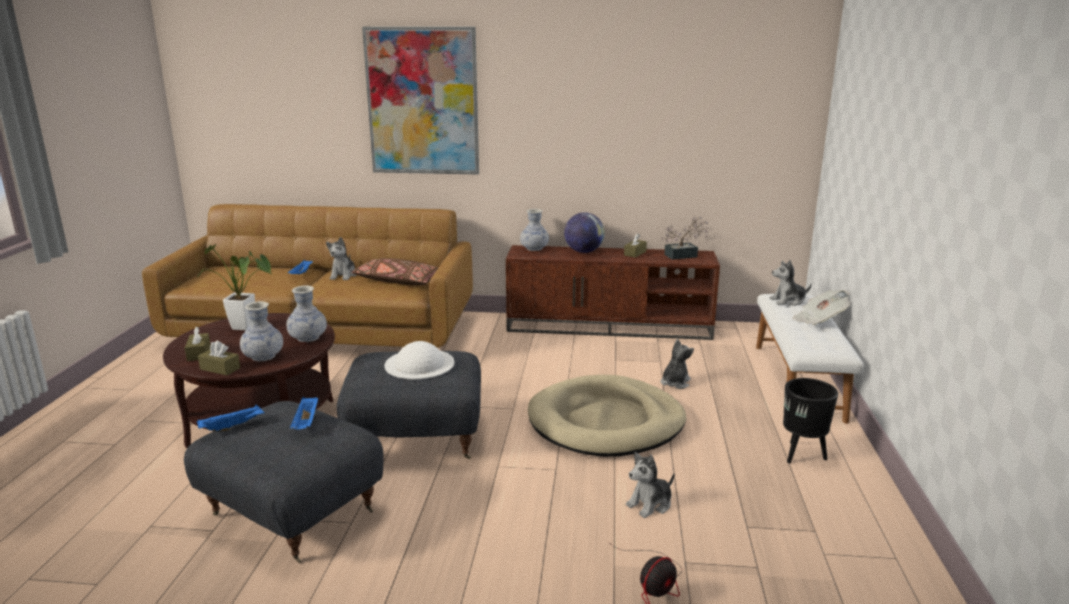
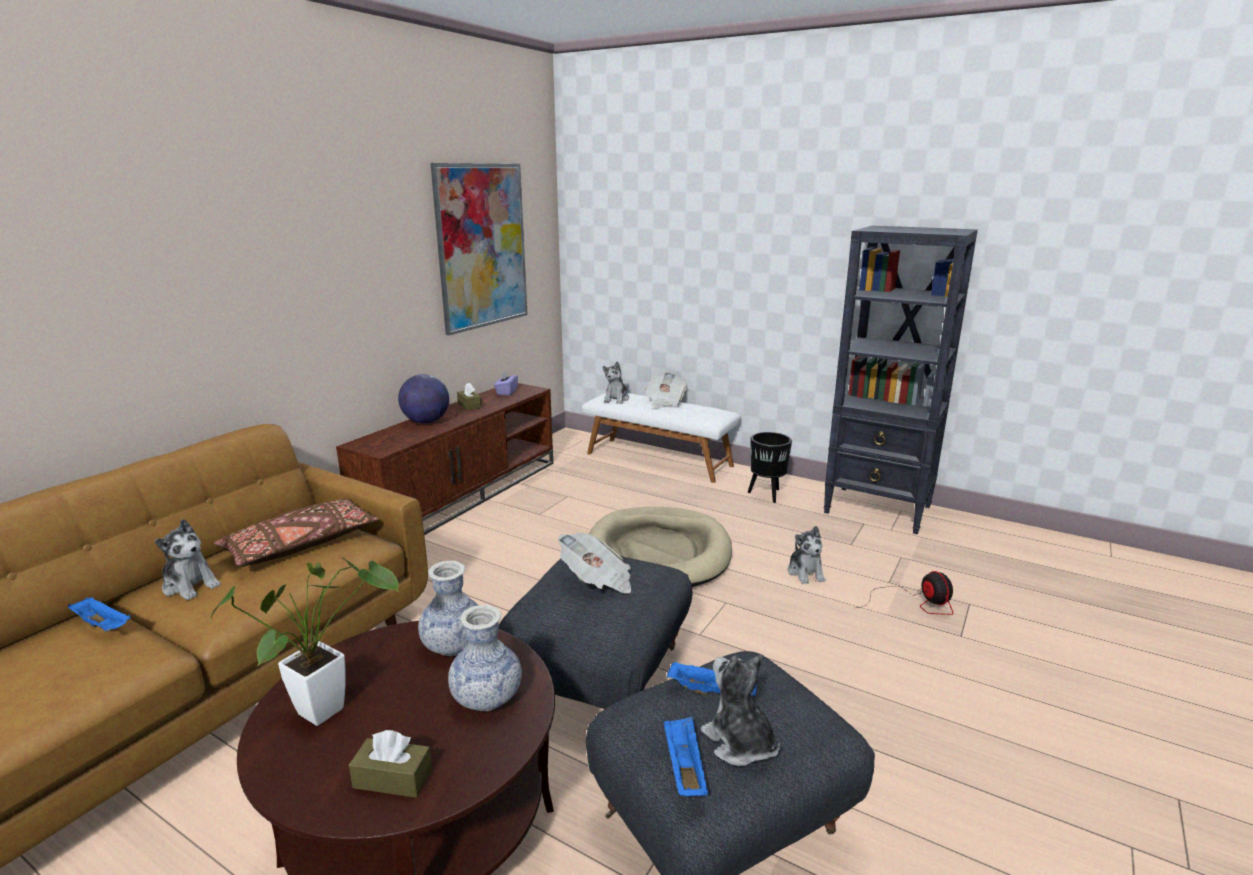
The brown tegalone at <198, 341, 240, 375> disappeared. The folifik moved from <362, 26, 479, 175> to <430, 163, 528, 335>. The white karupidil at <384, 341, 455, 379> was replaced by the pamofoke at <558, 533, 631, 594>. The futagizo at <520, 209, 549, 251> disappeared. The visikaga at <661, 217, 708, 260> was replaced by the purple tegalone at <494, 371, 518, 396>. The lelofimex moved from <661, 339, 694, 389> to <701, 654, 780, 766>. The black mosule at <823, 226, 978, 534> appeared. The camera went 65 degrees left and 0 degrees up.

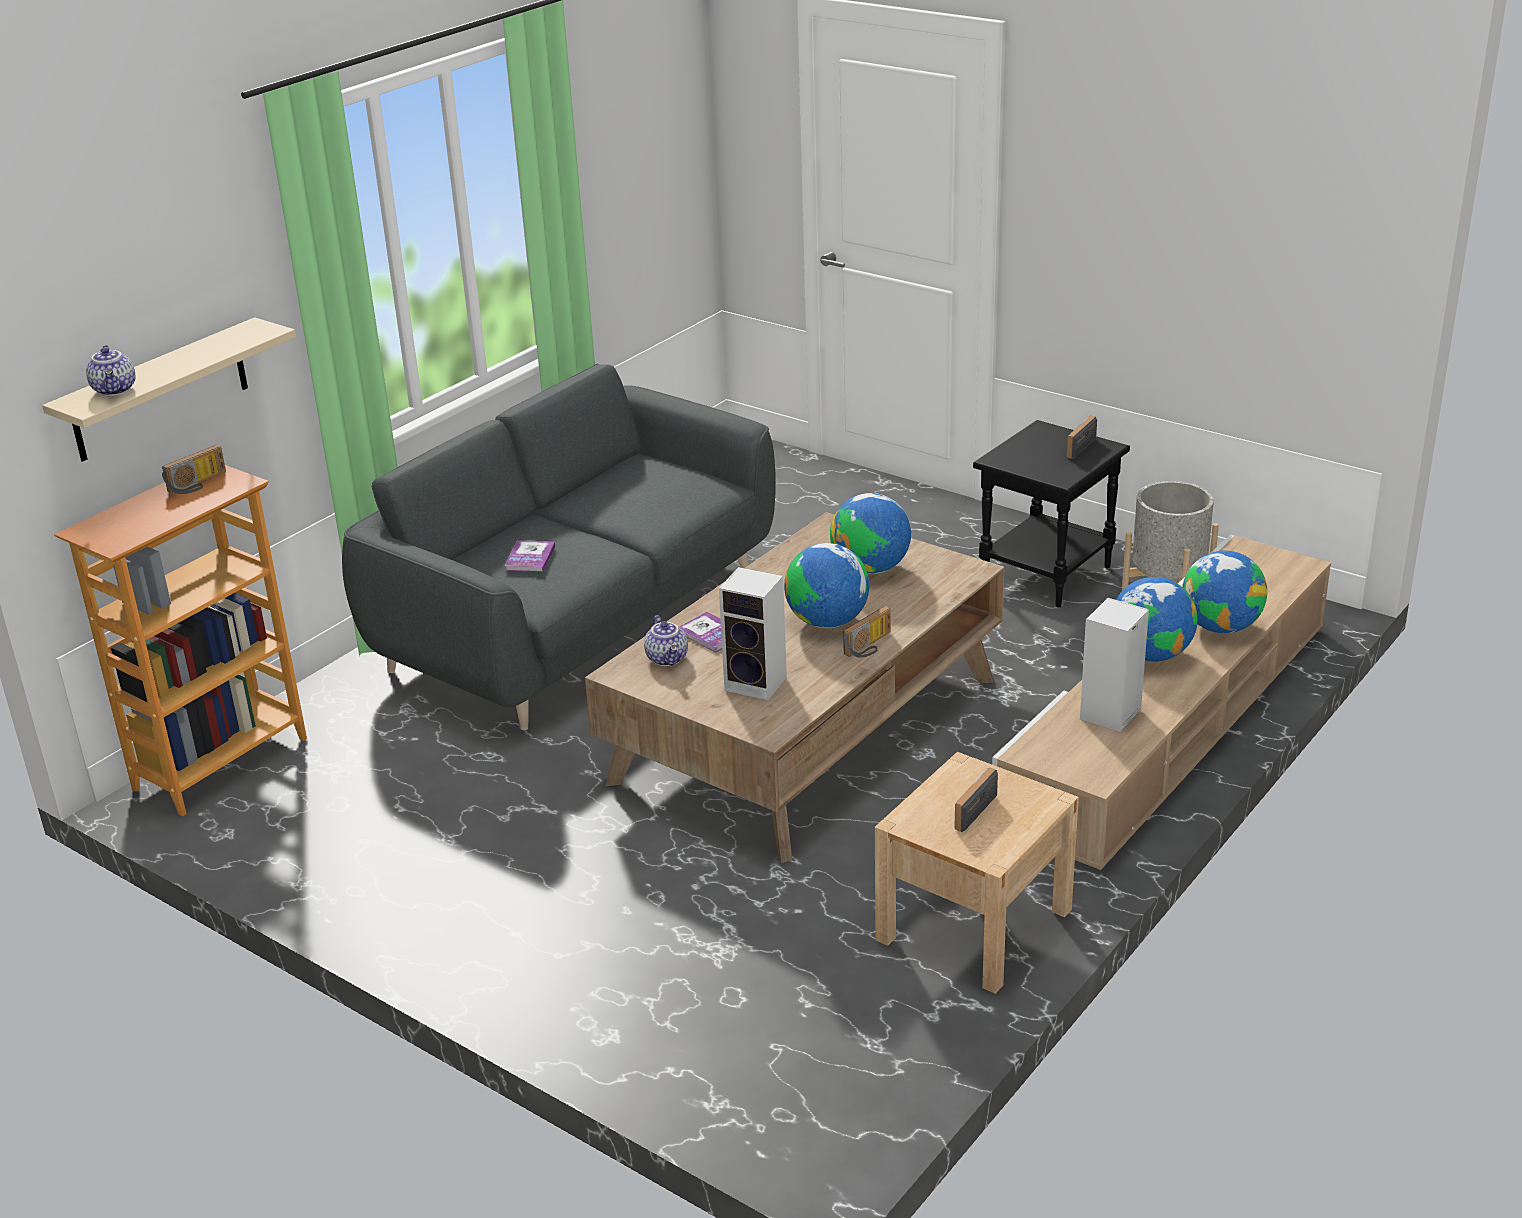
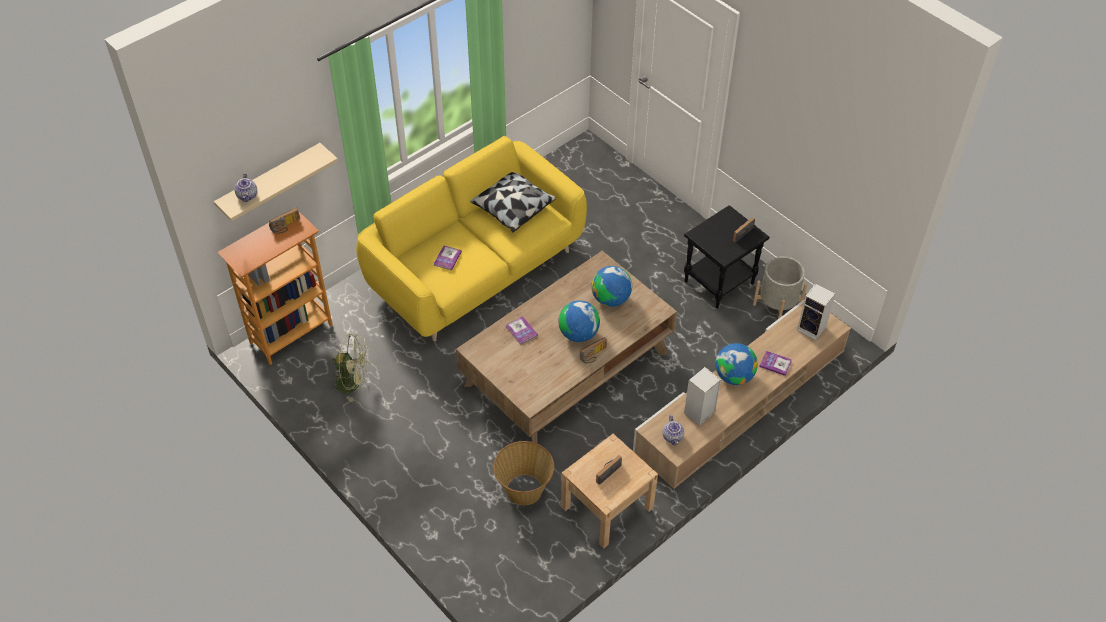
The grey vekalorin at <342, 364, 776, 730> became the yellow vekalorin at <356, 136, 587, 341>. The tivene moved from <644, 615, 688, 666> to <662, 415, 684, 445>. The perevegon moved from <719, 567, 787, 700> to <797, 283, 835, 340>. The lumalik at <1182, 551, 1267, 633> was replaced by the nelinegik at <759, 351, 792, 376>. The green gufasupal at <330, 334, 371, 402> appeared. The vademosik at <470, 172, 556, 232> appeared. The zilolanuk at <494, 441, 554, 505> appeared. The camera went 10 degrees right and 20 degrees up.

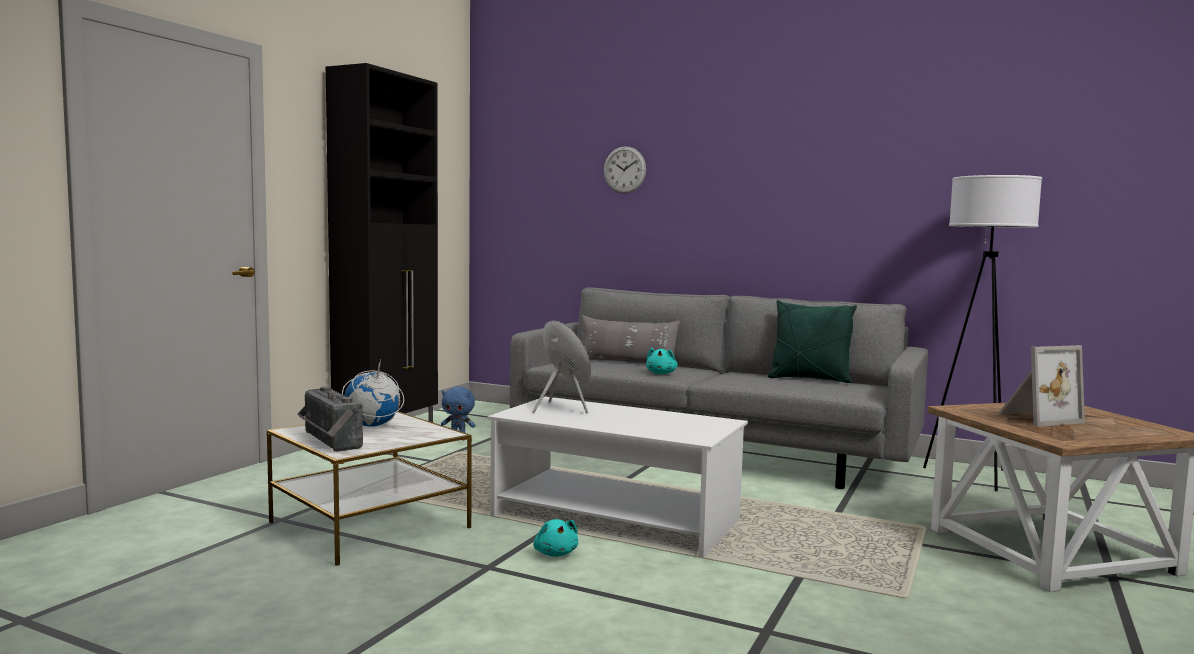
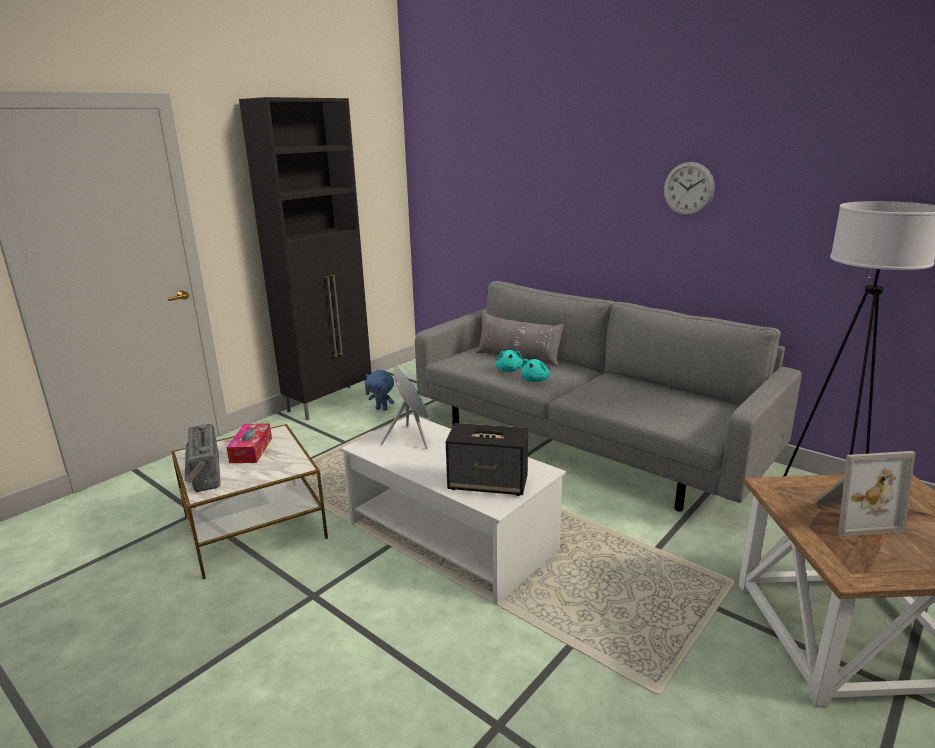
The lumalik at <342, 360, 404, 427> was replaced by the tegalone at <226, 423, 272, 463>. The turquoise lelofimex moved from <533, 519, 578, 557> to <496, 350, 523, 372>. The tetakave moved from <603, 146, 646, 194> to <664, 162, 715, 216>. The green vademosik at <768, 300, 857, 383> disappeared. The perevegon at <446, 423, 528, 496> appeared. The camera went 15 degrees right and 15 degrees up.

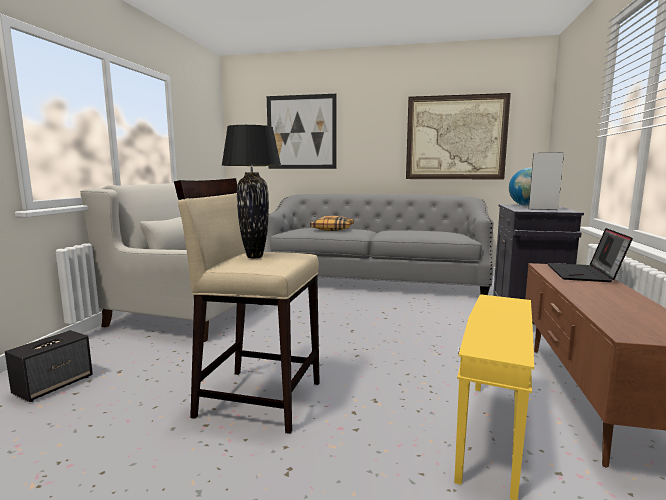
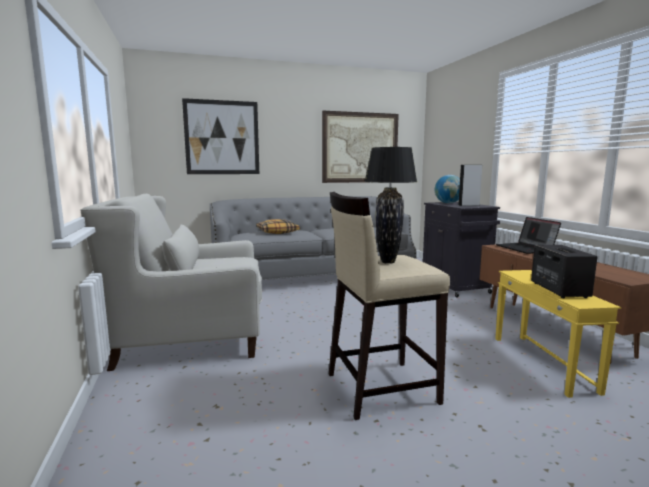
The perevegon moved from <5, 330, 93, 402> to <531, 245, 597, 298>. The camera went 30 degrees left and 0 degrees up.

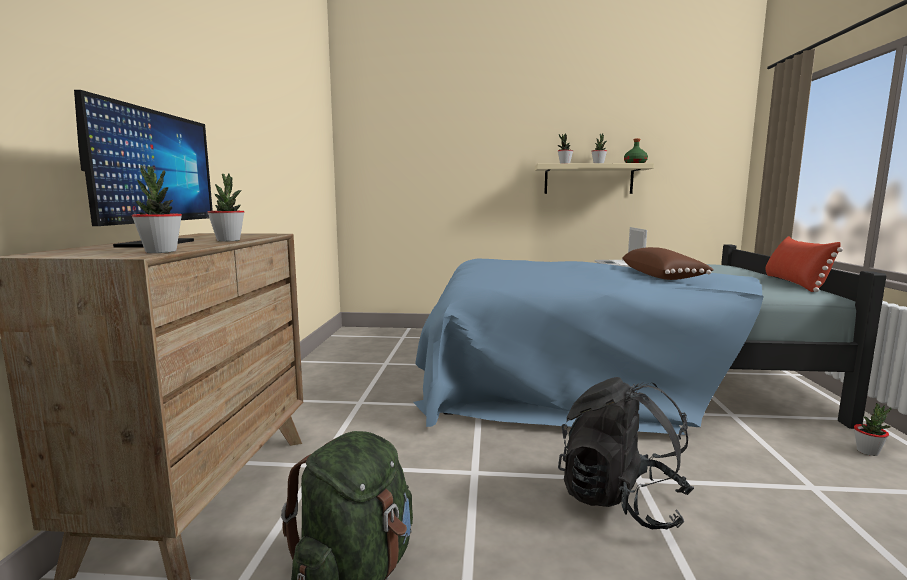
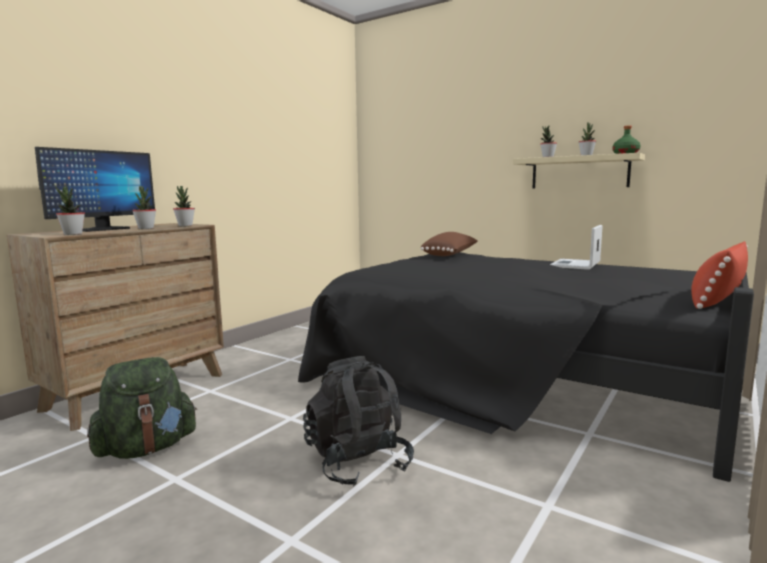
The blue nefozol at <413, 244, 887, 435> became the black nefozol at <298, 252, 754, 482>. The brown vademosik moved from <622, 247, 714, 280> to <421, 232, 478, 256>. The visikaga moved from <854, 403, 891, 456> to <173, 186, 195, 226>. The camera went 30 degrees right and 0 degrees up.

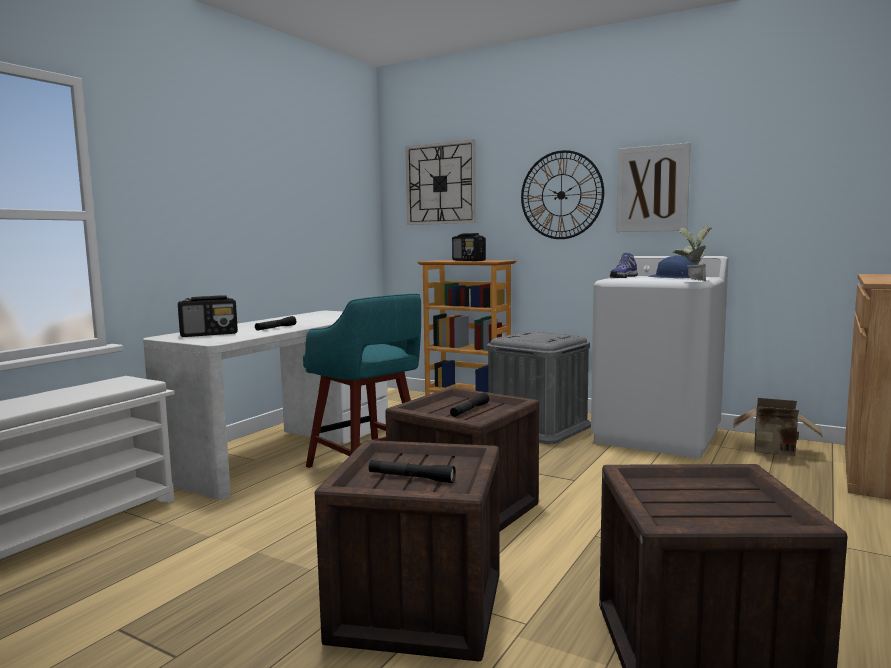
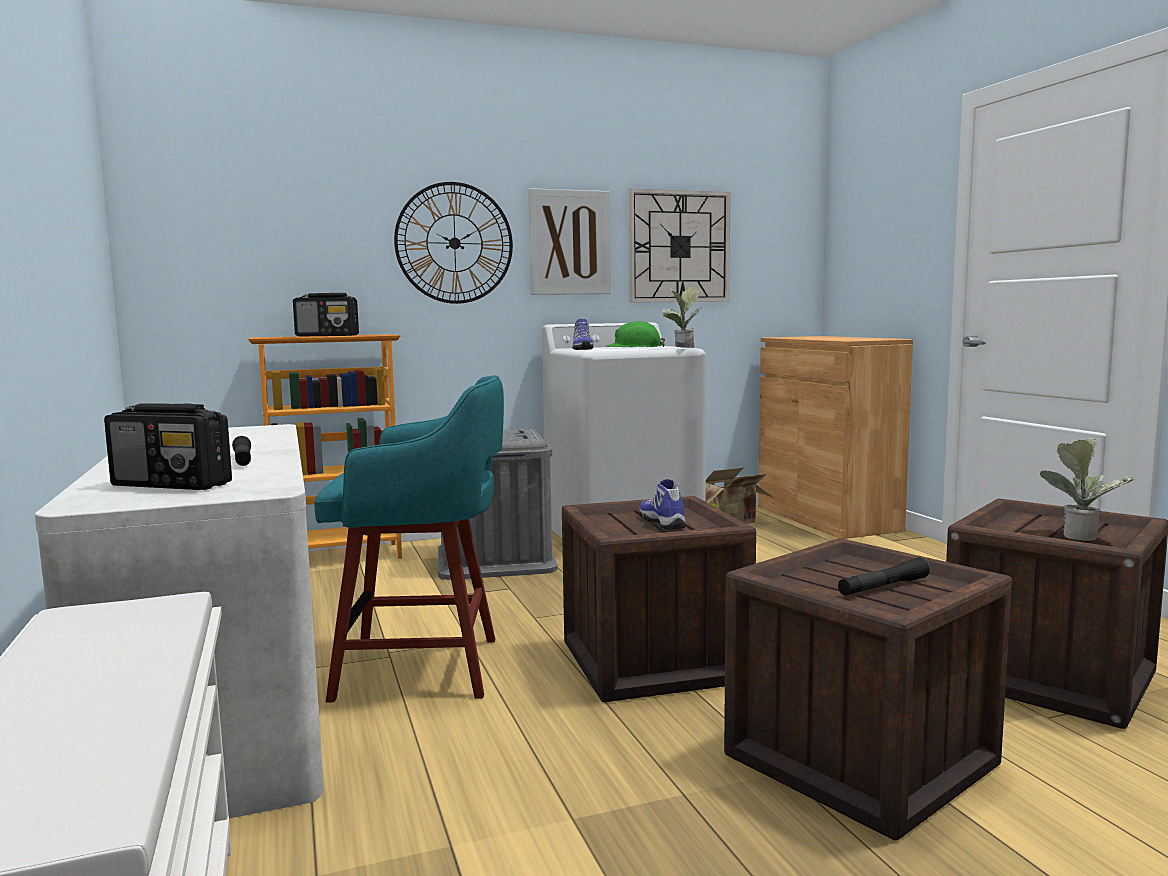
The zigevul at <178, 295, 238, 337> turned 90 degrees clockwise. The tetakave moved from <405, 139, 476, 225> to <629, 189, 730, 303>. The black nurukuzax at <450, 392, 489, 417> was replaced by the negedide at <640, 479, 685, 530>. The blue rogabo at <648, 256, 695, 279> became the green rogabo at <606, 321, 665, 347>. The visikaga at <1040, 438, 1135, 541> appeared. The camera went 50 degrees left and 0 degrees up.

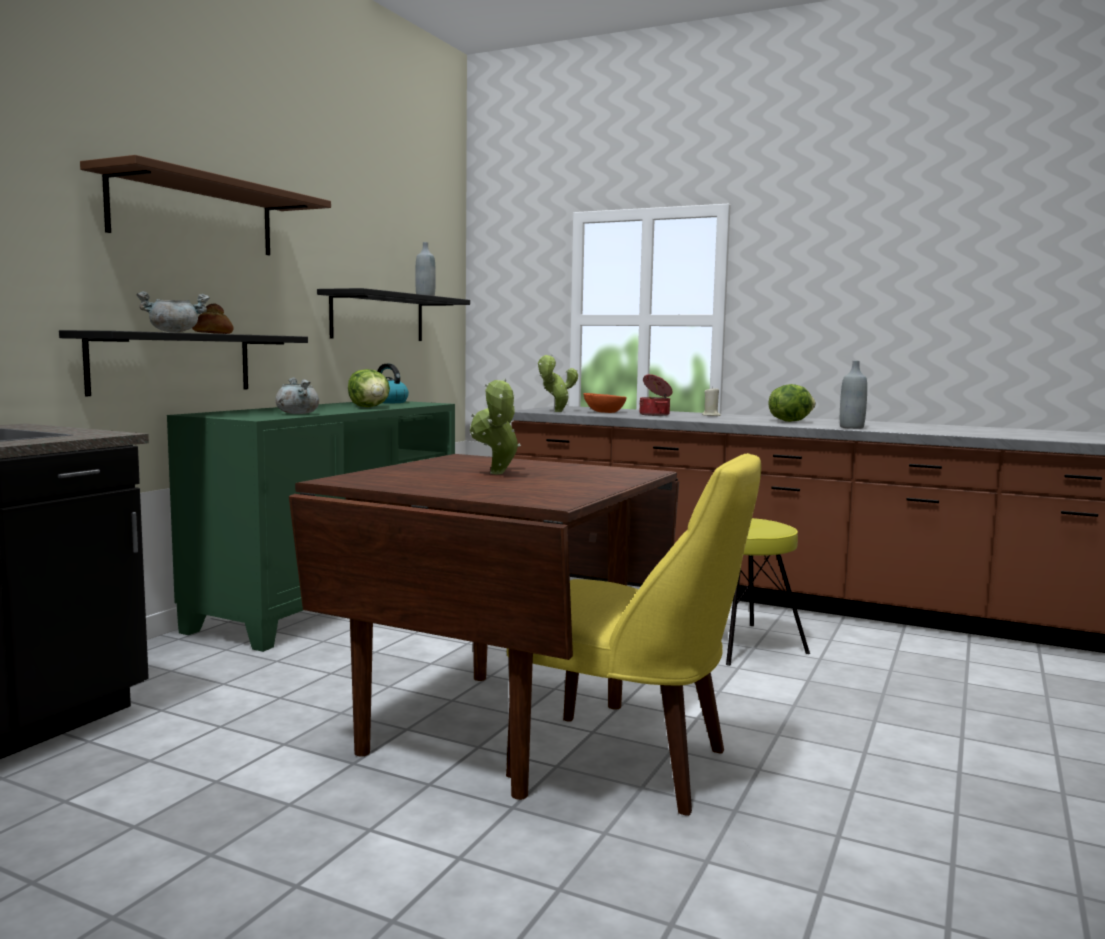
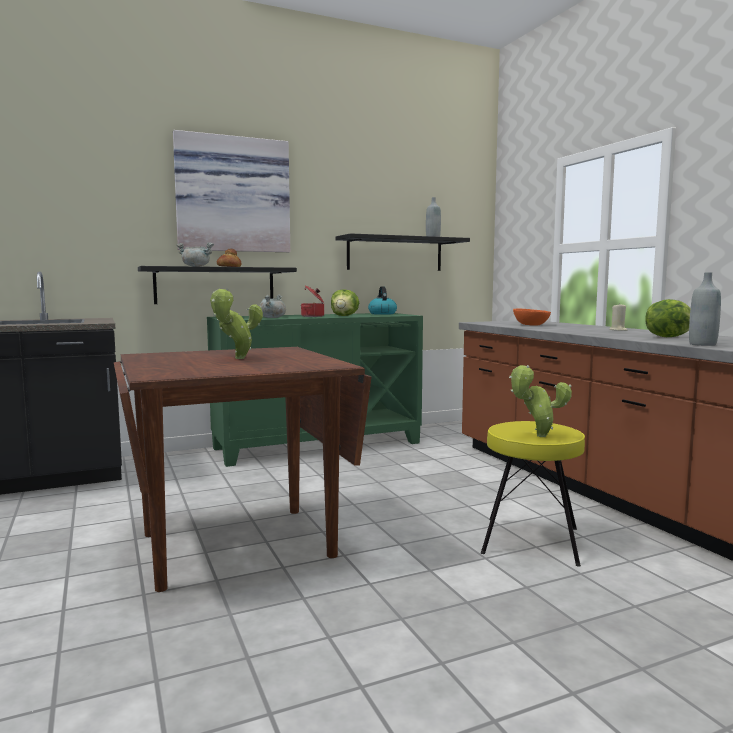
The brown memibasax at <80, 155, 331, 255> was replaced by the folifik at <173, 130, 290, 252>. The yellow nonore at <506, 453, 761, 816> disappeared. The visikaga moved from <538, 355, 578, 412> to <509, 365, 572, 437>. The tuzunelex moved from <640, 374, 673, 416> to <301, 285, 324, 317>. The camera went 40 degrees right and 0 degrees up.

